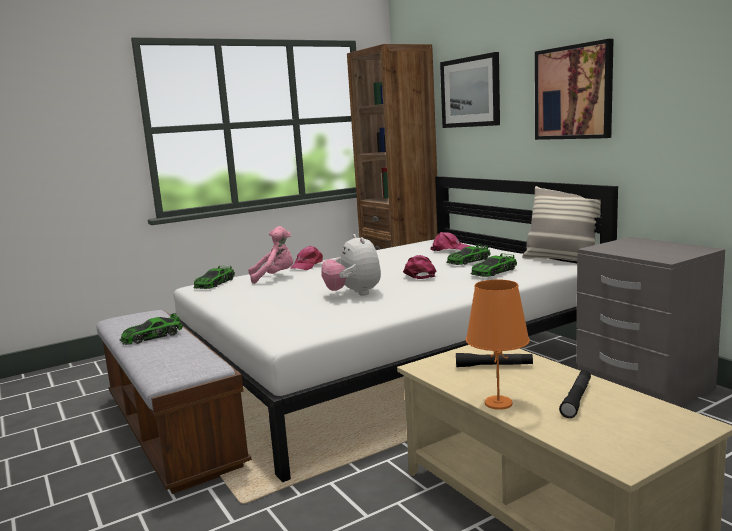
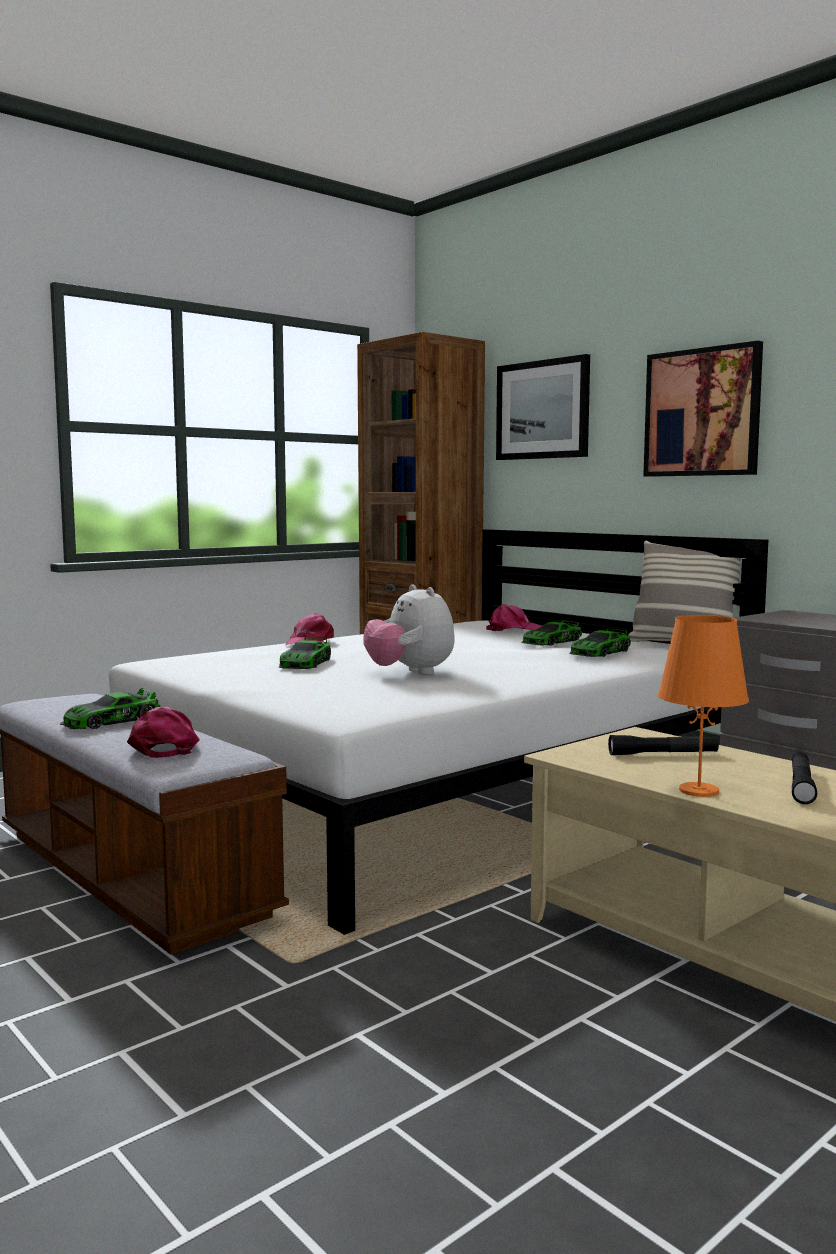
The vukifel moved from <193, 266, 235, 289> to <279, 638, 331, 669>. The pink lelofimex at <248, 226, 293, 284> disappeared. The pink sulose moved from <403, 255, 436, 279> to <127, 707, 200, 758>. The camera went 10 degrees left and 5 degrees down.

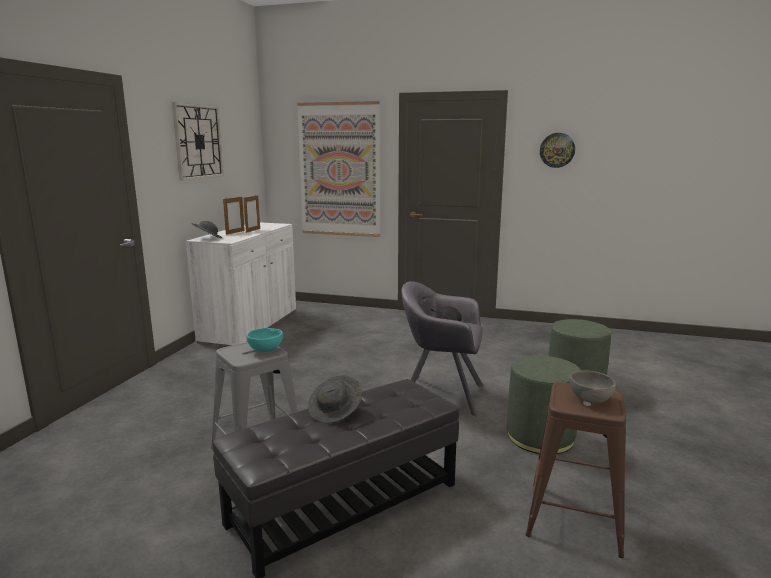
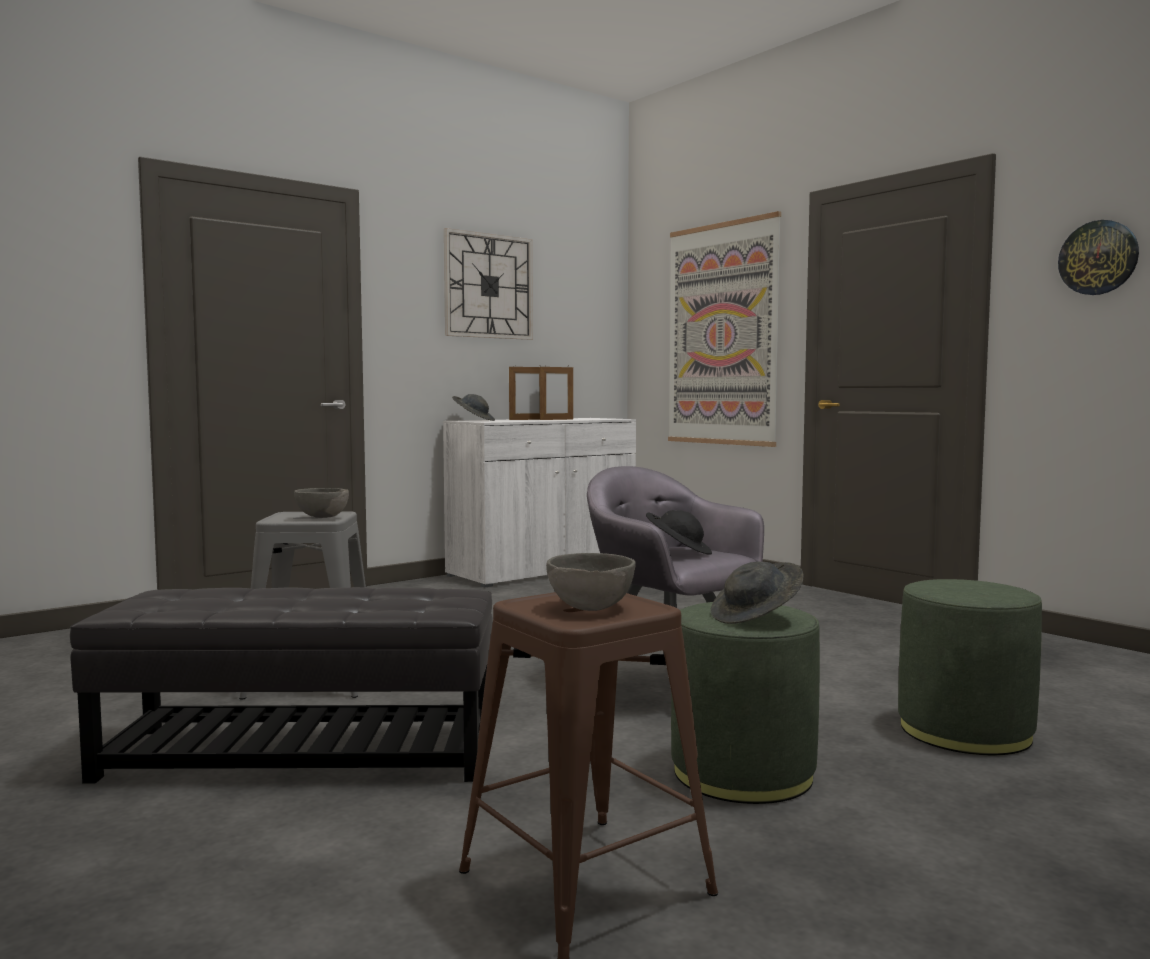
The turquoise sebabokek at <247, 328, 283, 352> became the grey sebabokek at <294, 488, 349, 518>. The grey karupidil moved from <308, 375, 362, 423> to <710, 562, 804, 624>. The camera went 35 degrees right and 10 degrees down.

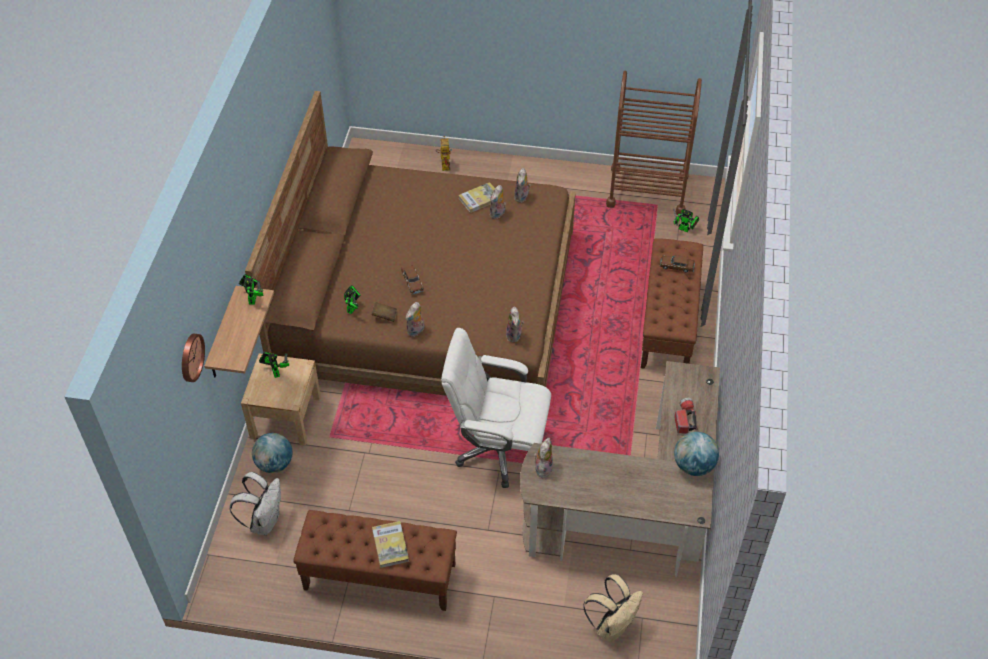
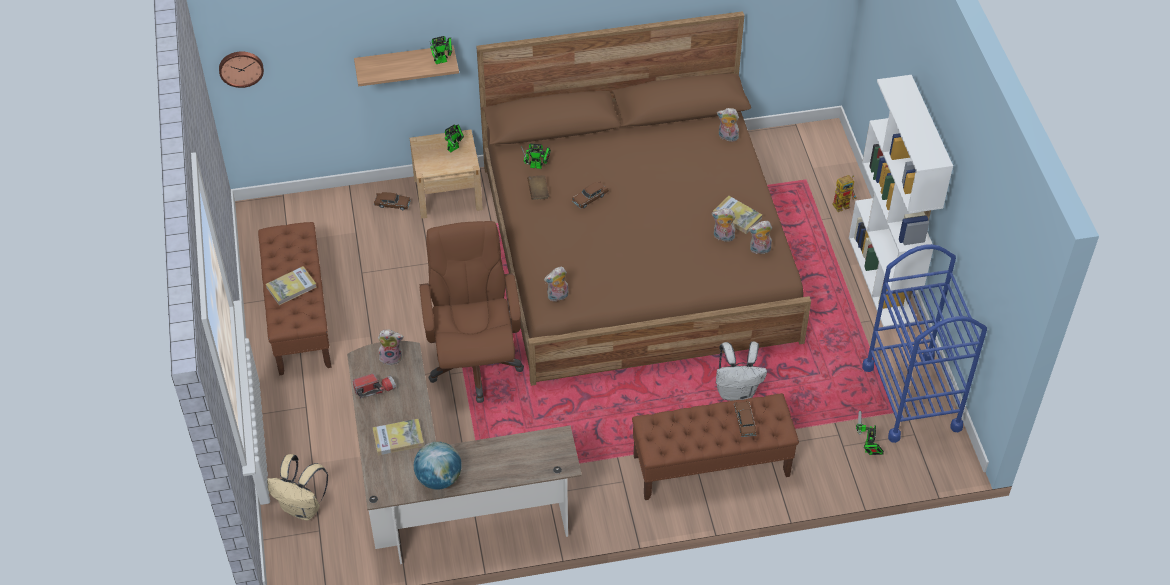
The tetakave moved from <182, 334, 205, 382> to <219, 51, 264, 88>. The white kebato moved from <230, 472, 281, 535> to <716, 341, 767, 401>. The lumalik at <252, 433, 293, 473> was replaced by the brown vukifel at <374, 192, 411, 210>. The lelofimex moved from <405, 302, 424, 337> to <717, 108, 739, 142>. The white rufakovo at <441, 328, 551, 488> became the brown rufakovo at <420, 221, 524, 403>. The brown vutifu at <606, 71, 702, 215> became the blue vutifu at <862, 244, 987, 443>. The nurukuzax moved from <674, 398, 698, 433> to <353, 373, 396, 399>. The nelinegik at <372, 419, 424, 456> appeared. The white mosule at <849, 75, 953, 327> appeared. The camera went 70 degrees right and 0 degrees up.

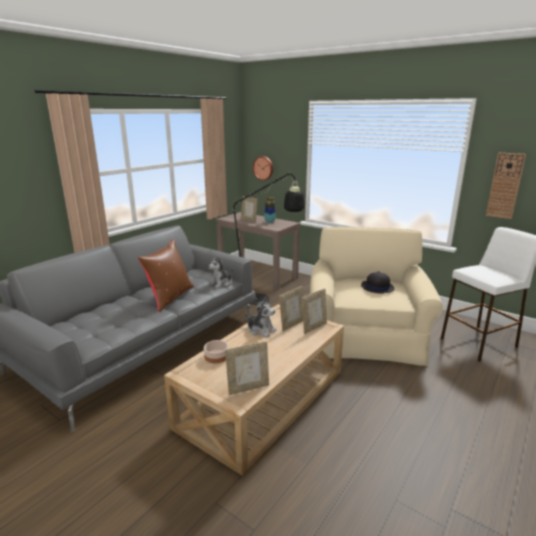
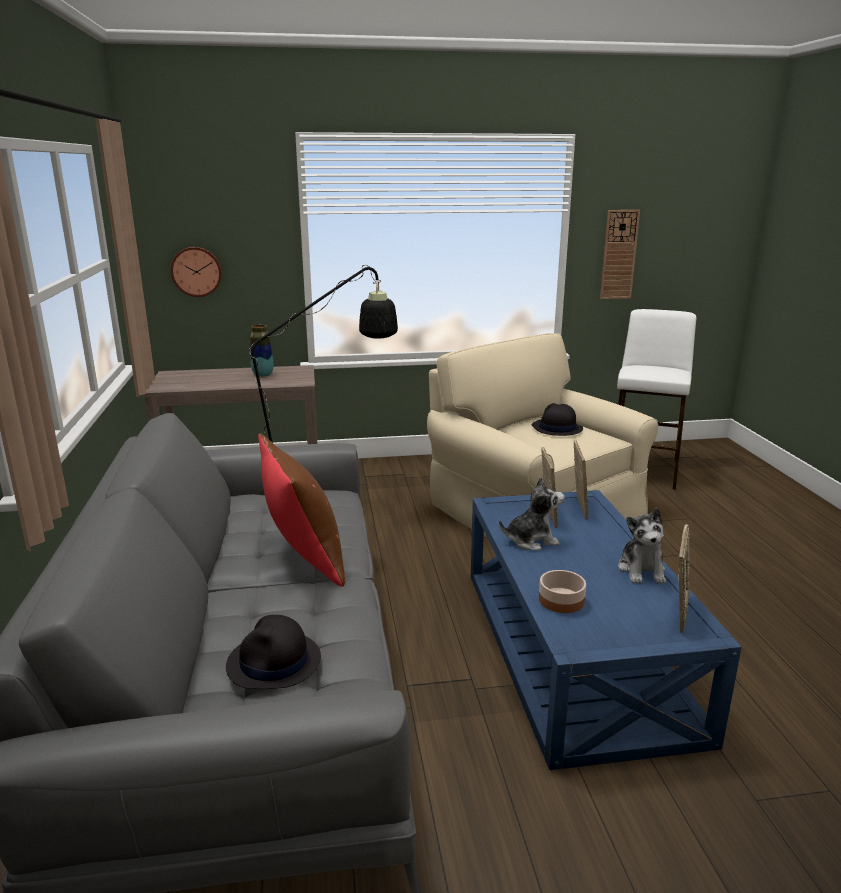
The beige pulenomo at <164, 304, 344, 476> became the blue pulenomo at <471, 490, 742, 770>. The lelofimex moved from <208, 256, 233, 288> to <618, 508, 666, 584>. The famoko at <241, 196, 258, 223> disappeared. The black karupidil at <226, 615, 321, 689> appeared. The camera went 45 degrees left and 0 degrees up.

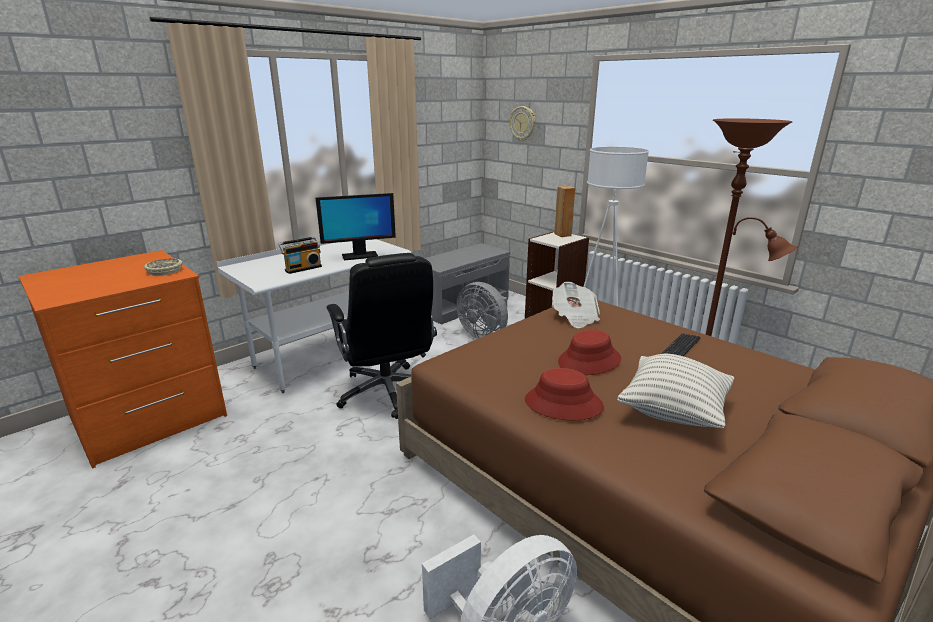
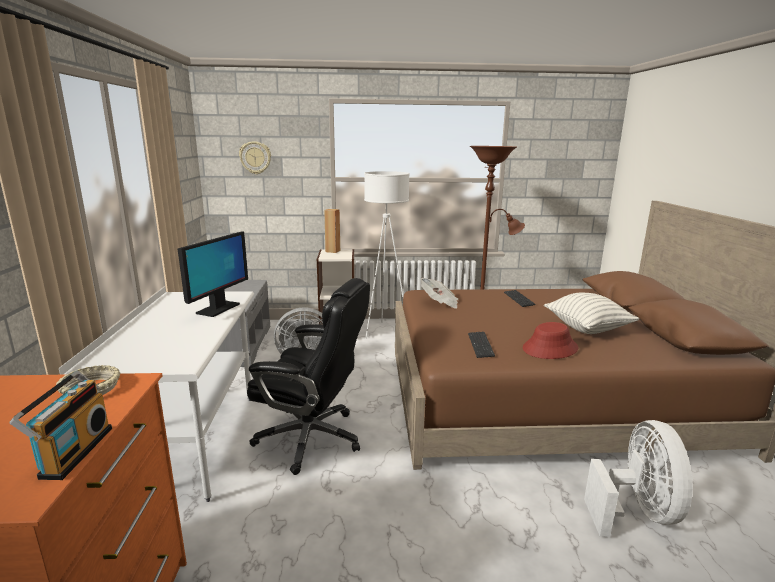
The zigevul moved from <278, 236, 322, 274> to <9, 371, 112, 480>. The red karupidil at <558, 330, 621, 375> disappeared. The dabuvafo at <468, 332, 495, 358> appeared. The camera went 50 degrees left and 5 degrees down.

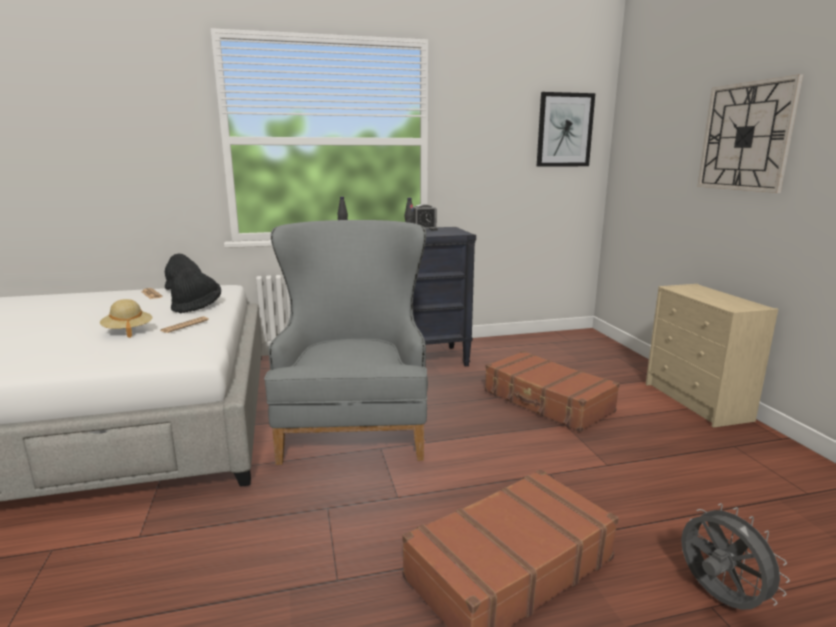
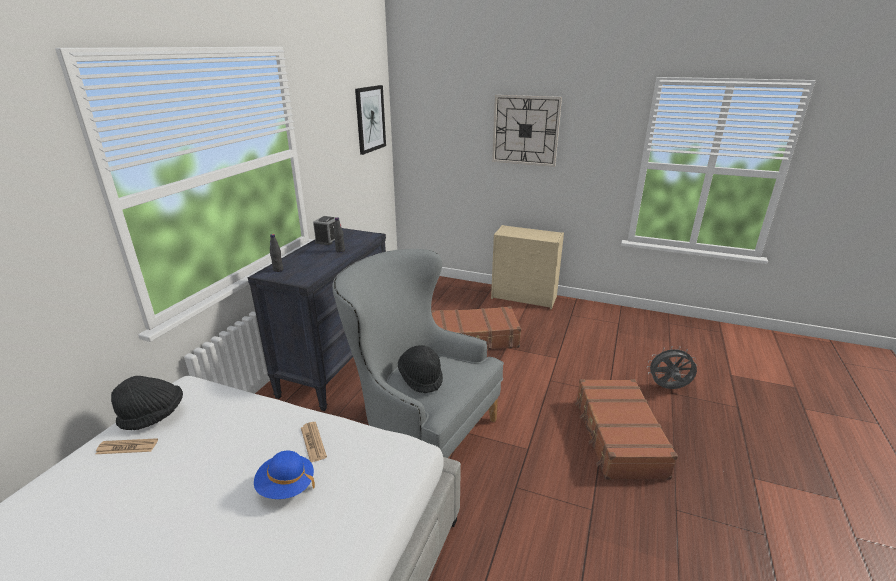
The beige karupidil at <100, 299, 152, 338> became the blue karupidil at <254, 451, 315, 499>. The black karupidil moved from <171, 268, 221, 313> to <398, 345, 443, 393>. The camera went 55 degrees left and 10 degrees up.

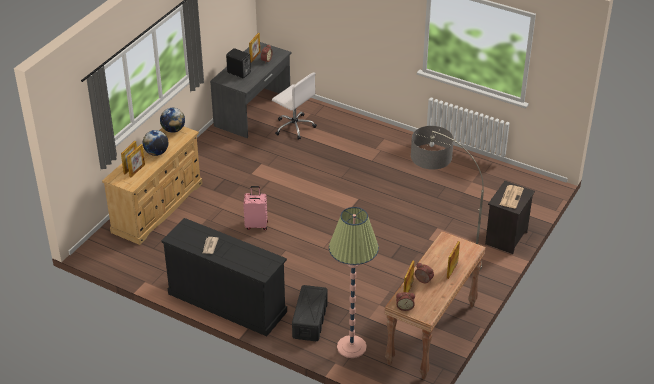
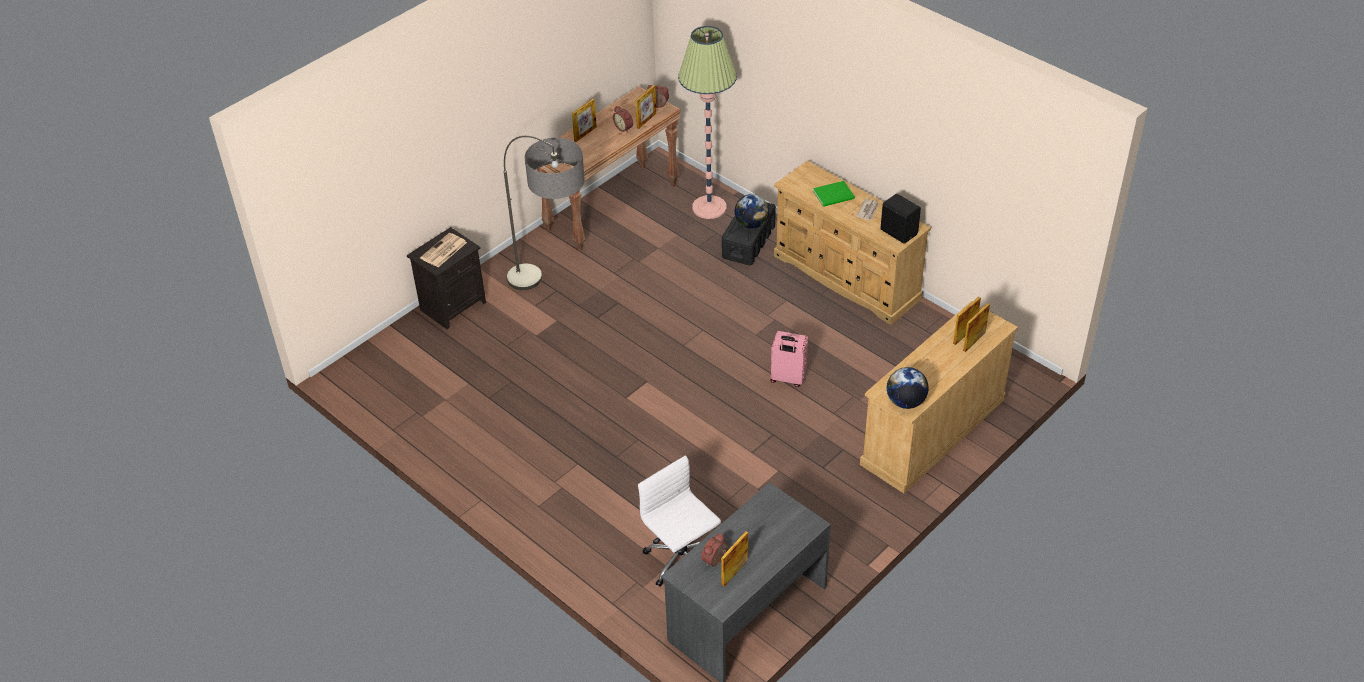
The lumalik moved from <143, 130, 168, 156> to <735, 194, 769, 229>. The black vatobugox at <161, 218, 287, 336> became the beige vatobugox at <774, 161, 931, 325>. The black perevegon moved from <226, 48, 251, 78> to <880, 194, 921, 244>. The green nelinegik at <813, 181, 855, 207> appeared. The camera went 165 degrees left and 5 degrees up.

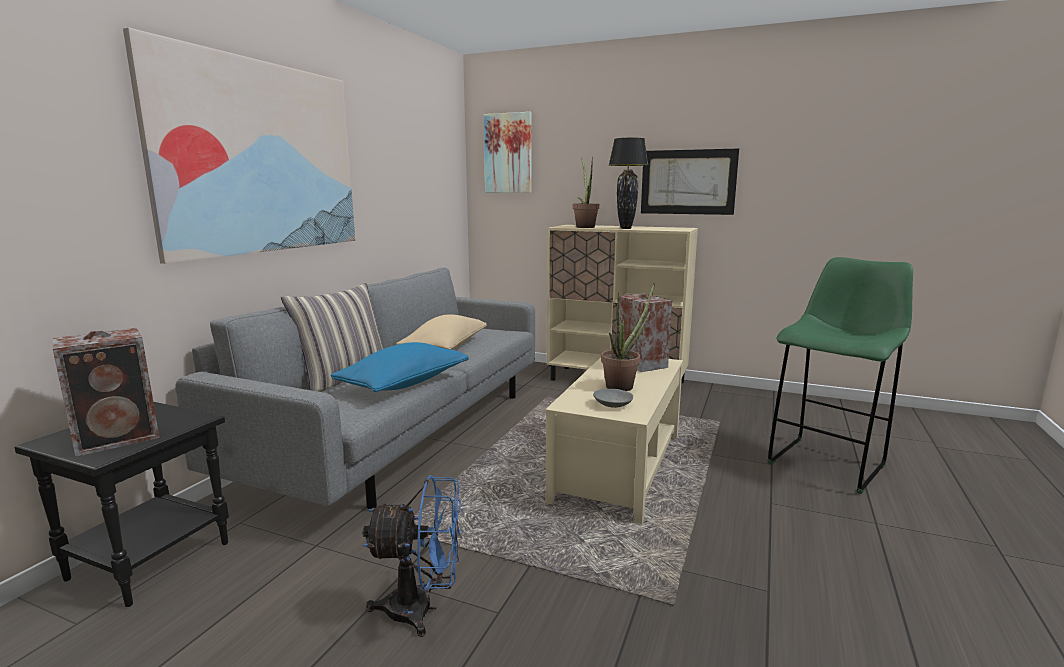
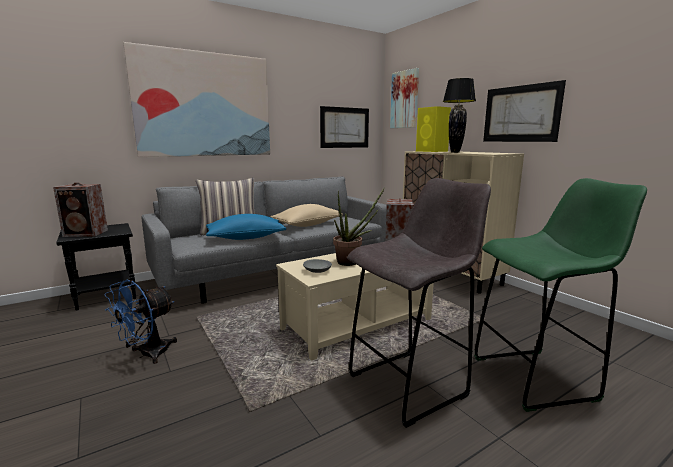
The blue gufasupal at <363, 475, 461, 637> turned 90 degrees clockwise. The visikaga at <573, 157, 599, 228> was replaced by the yellow perevegon at <416, 106, 451, 152>. The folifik at <320, 106, 369, 148> appeared. The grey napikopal at <347, 178, 491, 428> appeared. The camera went 35 degrees right and 0 degrees up.

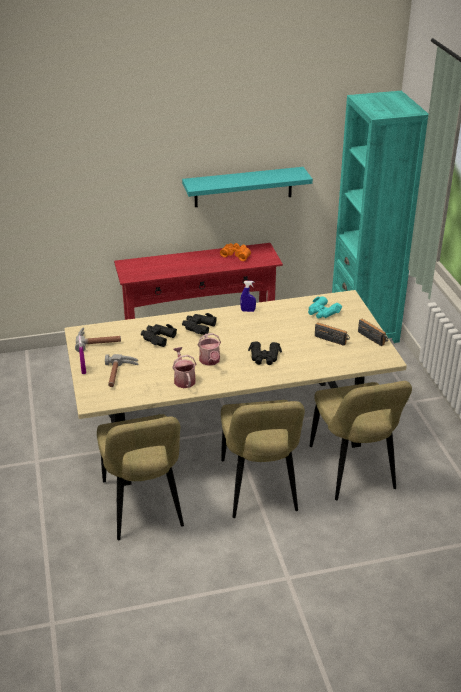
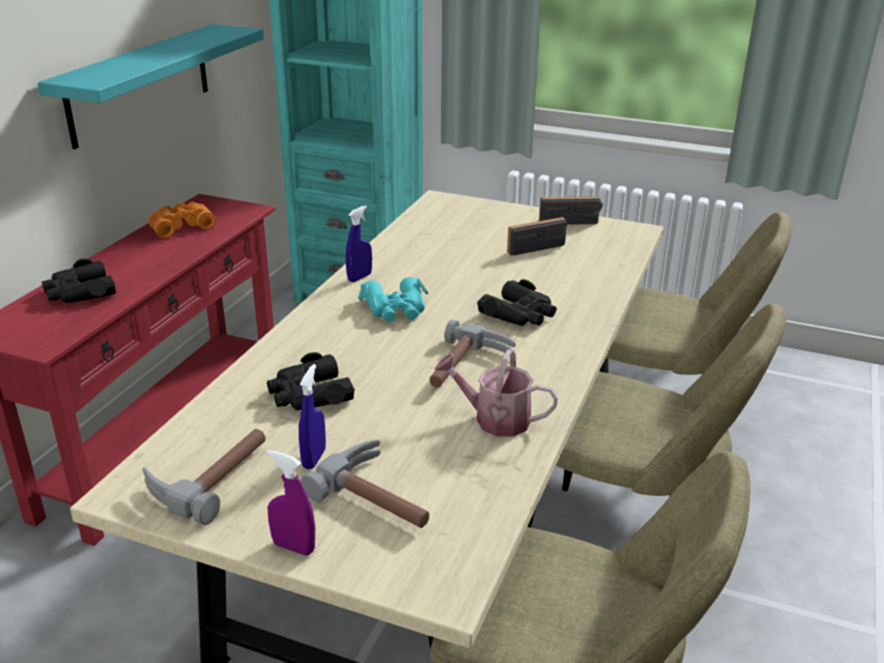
The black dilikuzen moved from <182, 313, 217, 335> to <42, 258, 116, 303>. The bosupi at <198, 333, 221, 366> was replaced by the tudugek at <429, 319, 516, 387>. The turquoise dilikuzen moved from <308, 296, 342, 319> to <359, 277, 428, 322>. The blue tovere at <299, 364, 326, 469> appeared. The camera went 55 degrees left and 5 degrees down.

